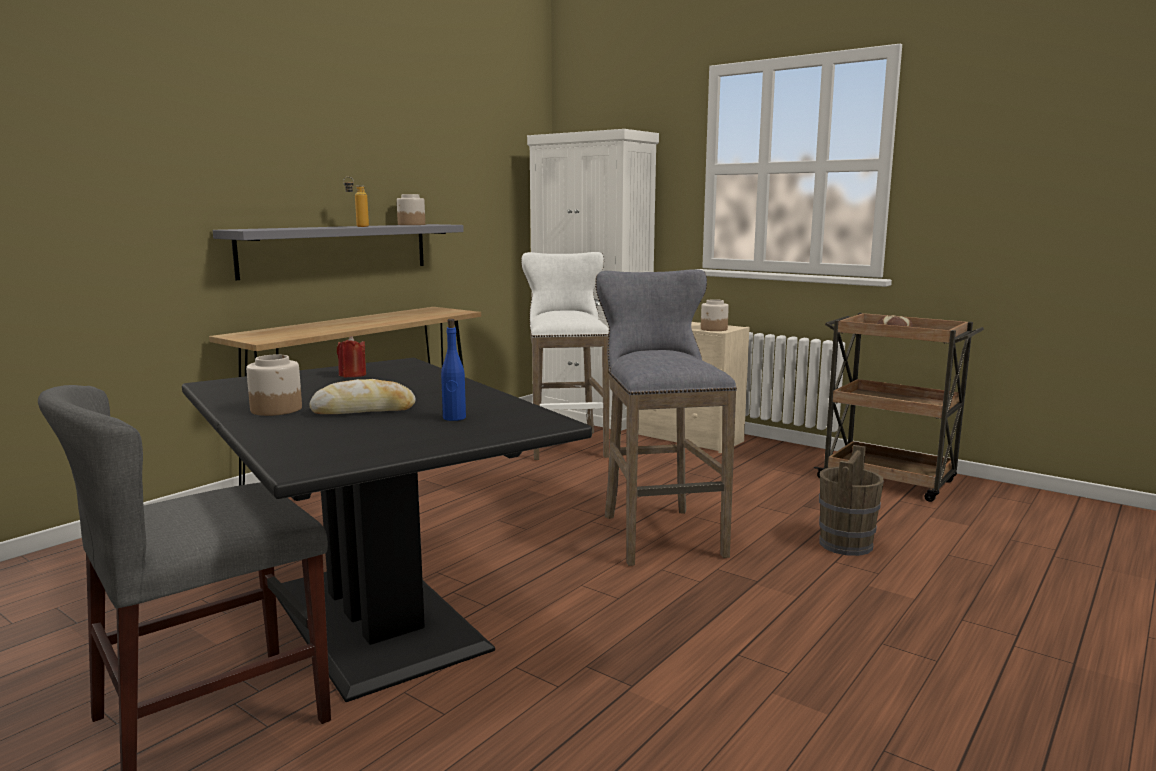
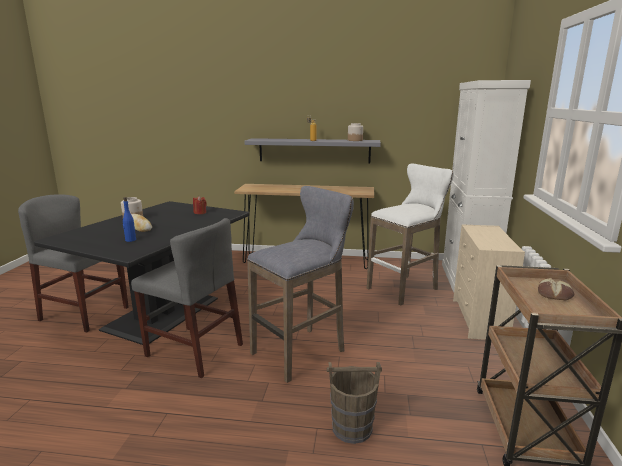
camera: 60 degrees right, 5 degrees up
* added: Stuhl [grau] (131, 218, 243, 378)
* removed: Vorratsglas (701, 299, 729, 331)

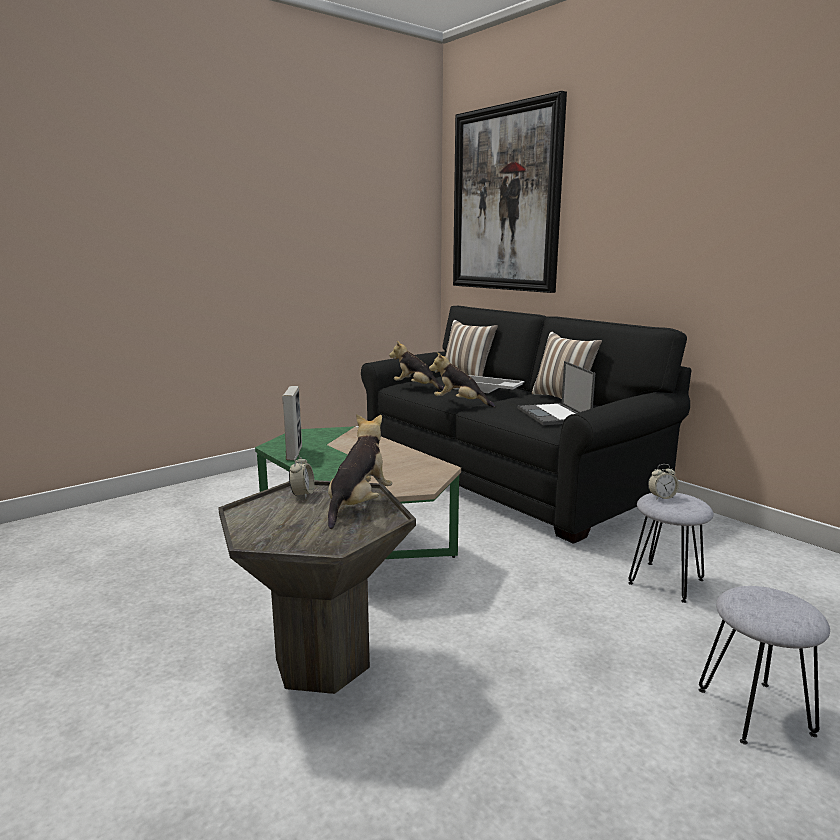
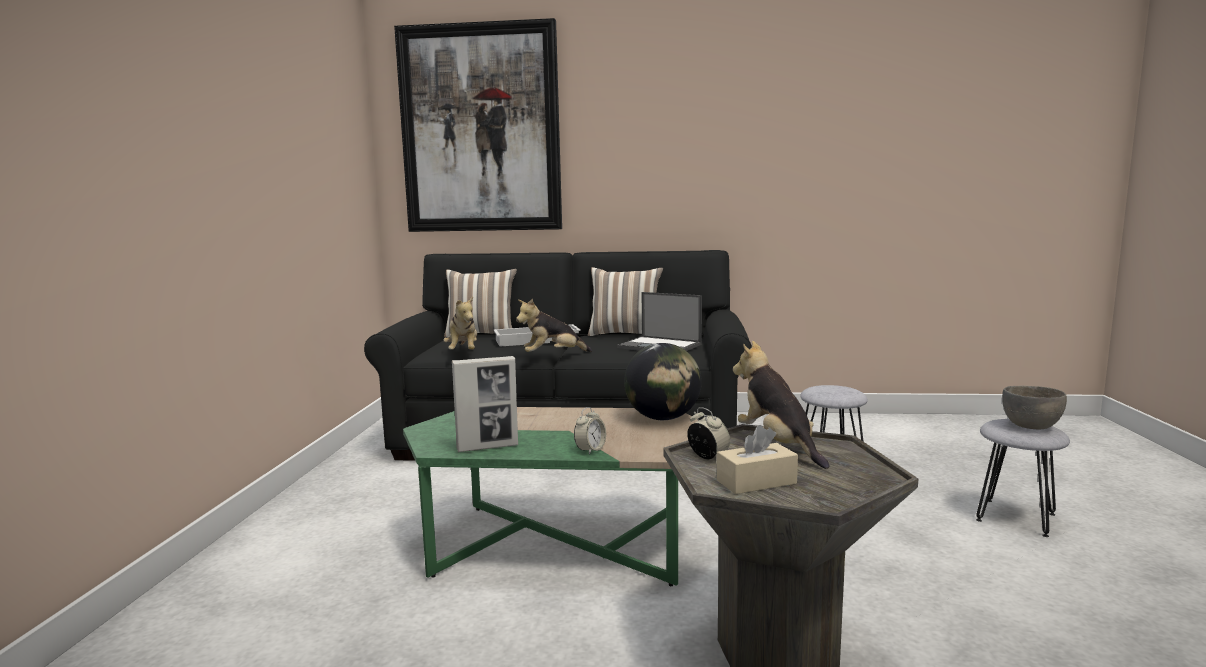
camera: 45 degrees left, 5 degrees down
* turned: Plüschtier (389, 341, 444, 390) = (443, 297, 477, 349) 90 degrees counterclockwise
* turned: Bilderrahmen (282, 386, 302, 460) = (452, 356, 518, 452) 120 degrees clockwise
* moved: Wecker (648, 464, 679, 500) to (574, 407, 606, 455)
* added: Globus (624, 343, 702, 420)
* added: Taschentuchbox [beige] (717, 425, 798, 494)
* added: Schüssel [grau] (1002, 386, 1067, 429)

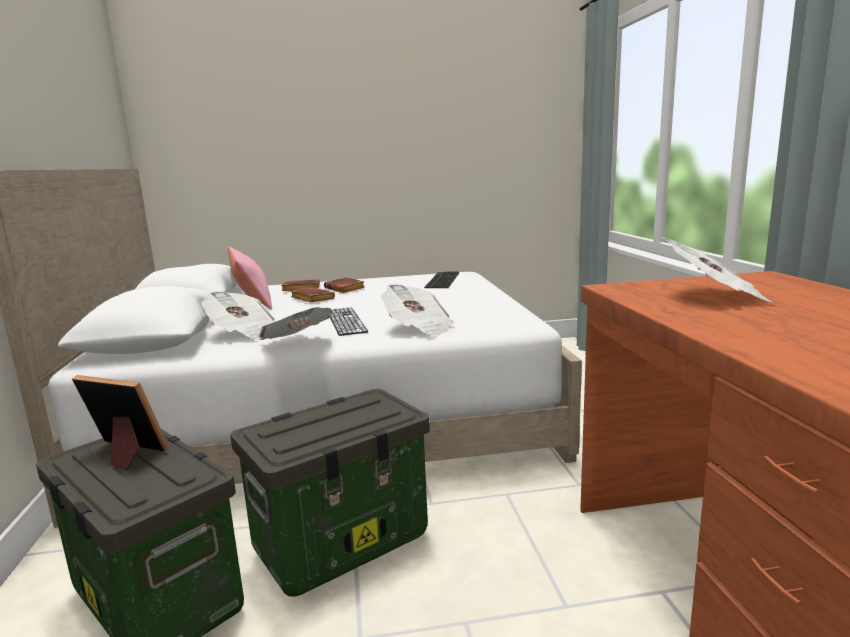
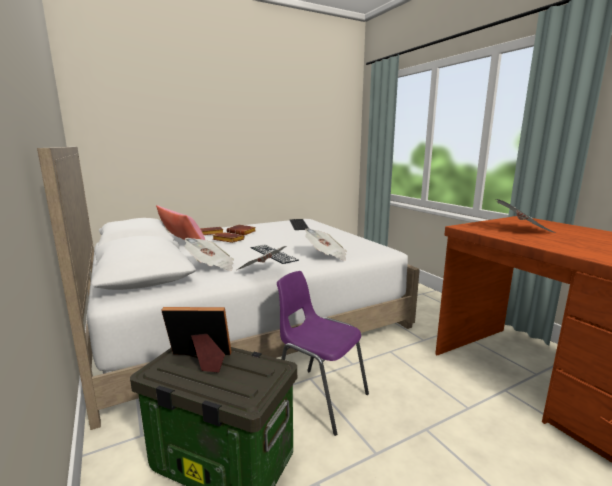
camera: 20 degrees left, 0 degrees up
* replaced: Aufbewahrungsbox (230, 389, 430, 597) to Stuhl [lila] (277, 271, 369, 436)

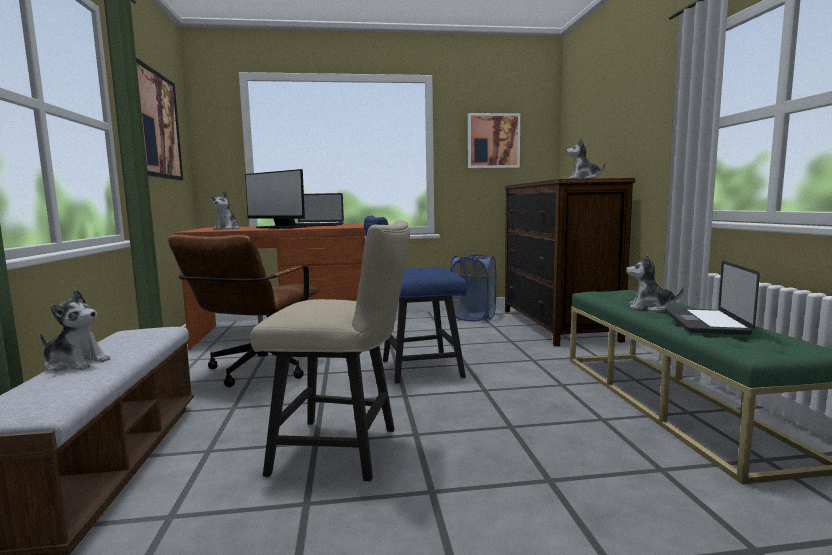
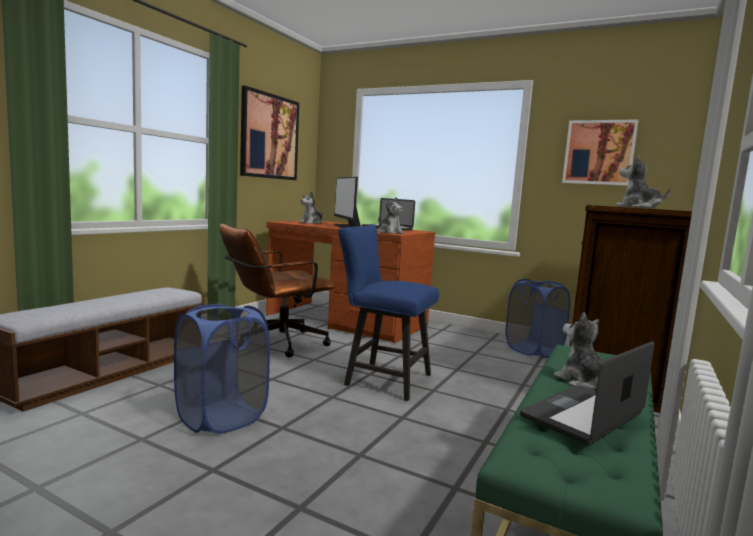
camera: 35 degrees right, 0 degrees up
* replaced: Stuhl [beige] (250, 220, 410, 481) to Wäschekorb [blau] (174, 304, 270, 434)
* moved: Plüschtier (40, 289, 111, 371) to (378, 197, 404, 234)

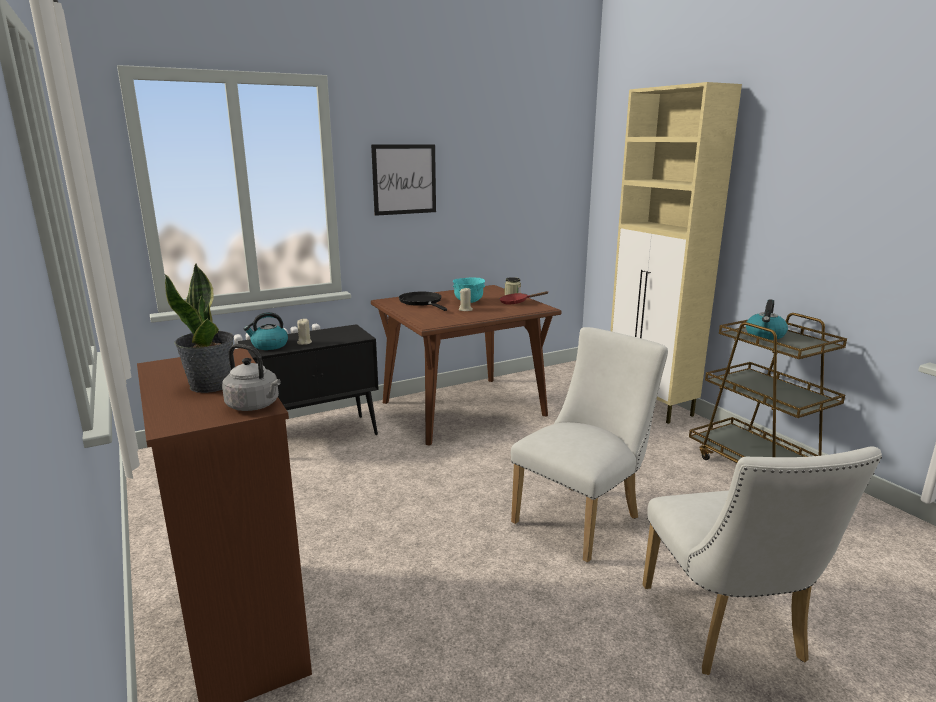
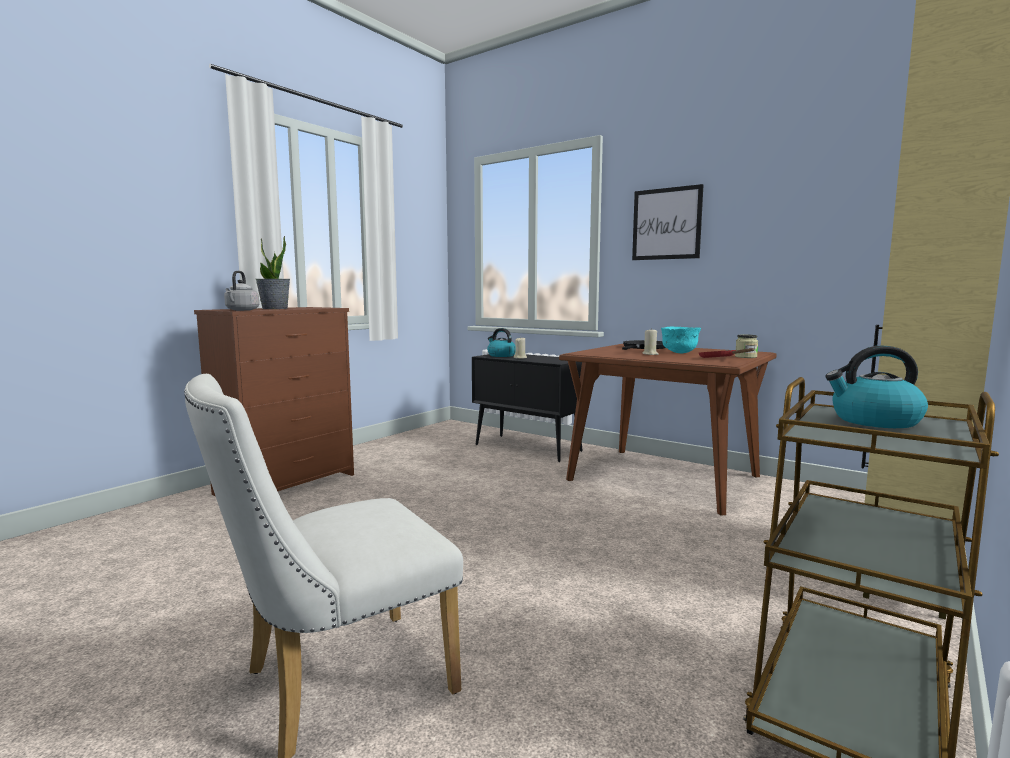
camera: 65 degrees right, 10 degrees down
* removed: Stuhl [weiß] (511, 327, 668, 563)

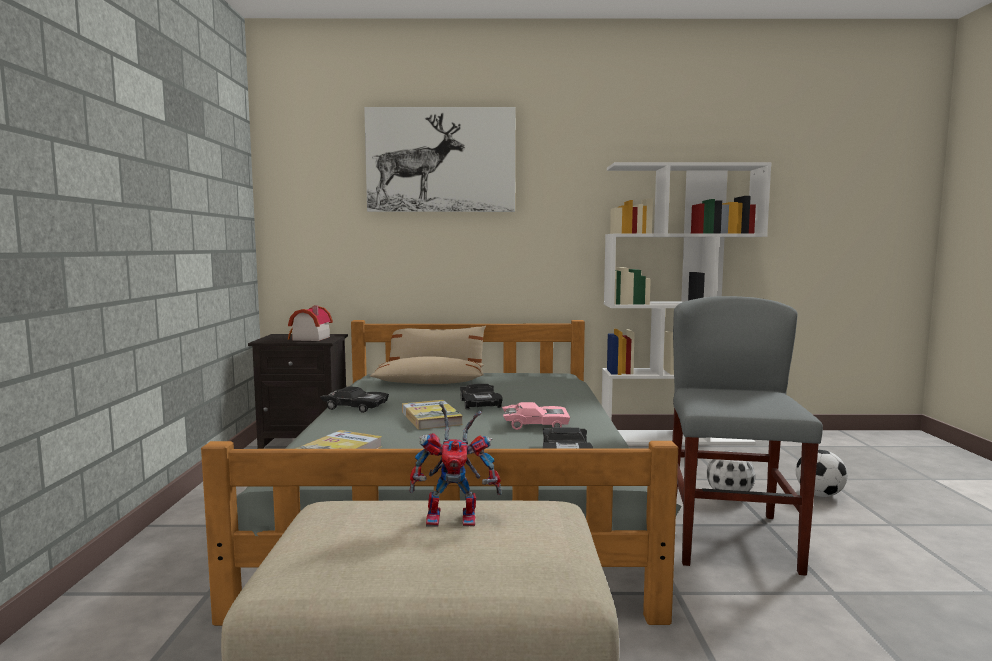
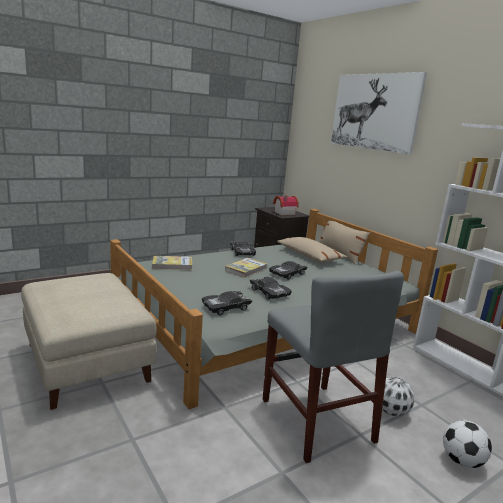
camera: 55 degrees right, 10 degrees up
* recoloured: Spielzeugauto [rosa] (502, 402, 570, 430) to Spielzeugauto [schwarz] (250, 277, 292, 300)
* turned: Stuhl [grau] (672, 296, 823, 576) = (263, 271, 404, 463) 90 degrees clockwise
* removed: Spielzeugroboter (410, 402, 502, 527)

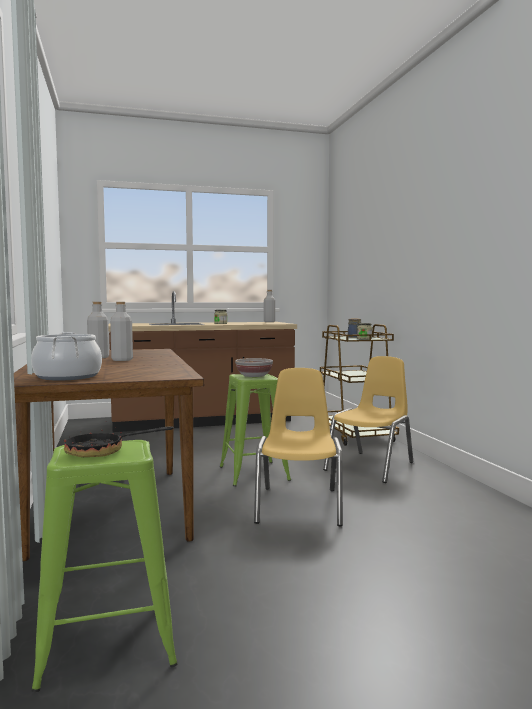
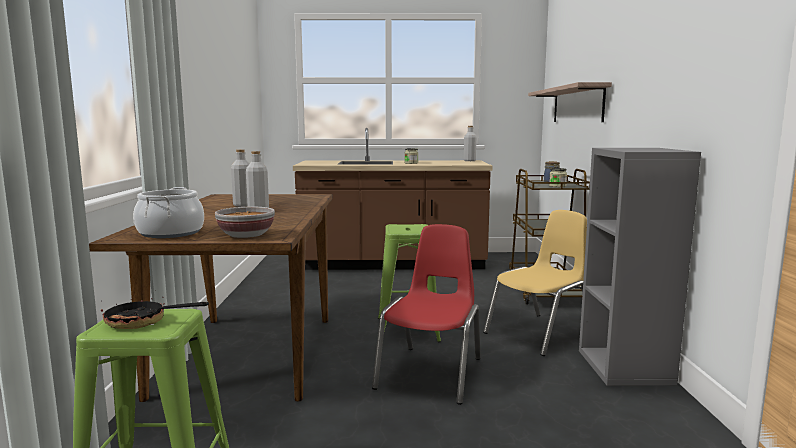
camera: 15 degrees right, 5 degrees up
* moved: Schüssel (235, 358, 273, 377) to (215, 207, 275, 238)
* recoloured: Stuhl [gelb] (254, 368, 343, 526) to Stuhl [rot] (372, 224, 481, 405)
* added: Wandregal (528, 82, 612, 122)
* added: Bücherregal [grau] (579, 148, 701, 386)

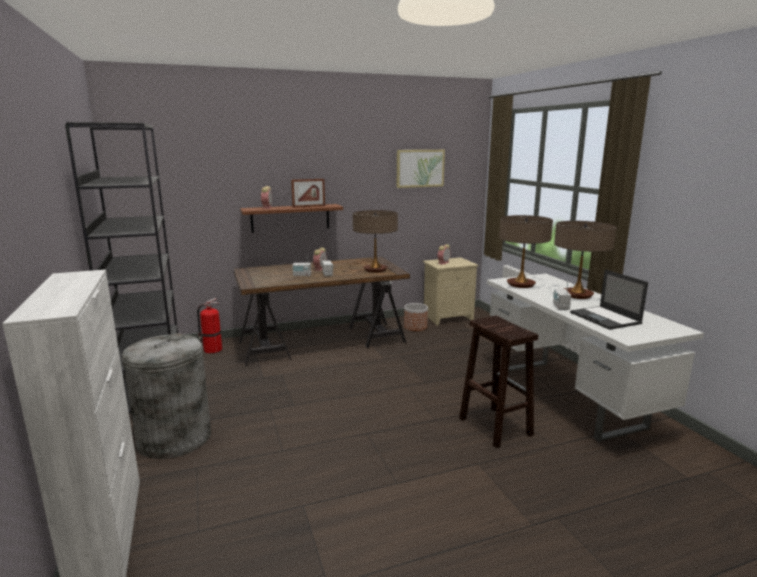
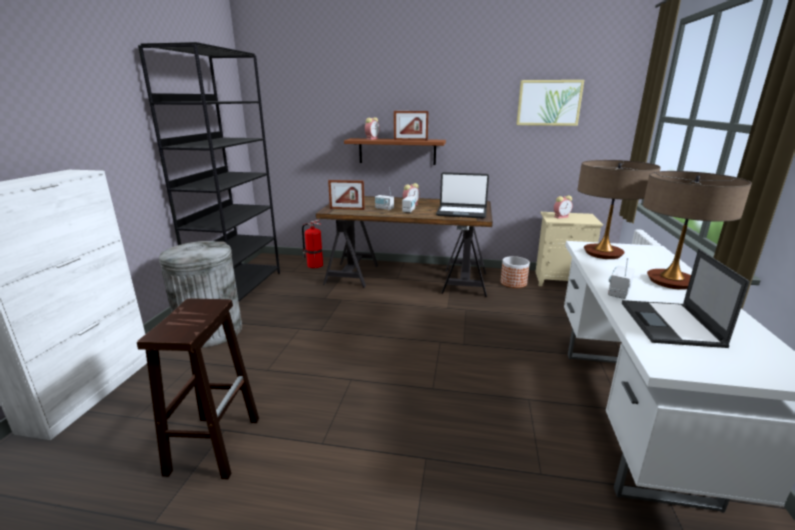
camera: 30 degrees right, 5 degrees up
* moved: Hocker [braun] (459, 315, 538, 448) to (137, 298, 259, 479)
* added: Bilderrahmen (328, 180, 365, 210)
* replaced: Tischlampe (353, 210, 398, 273) to Laptop (436, 172, 489, 218)

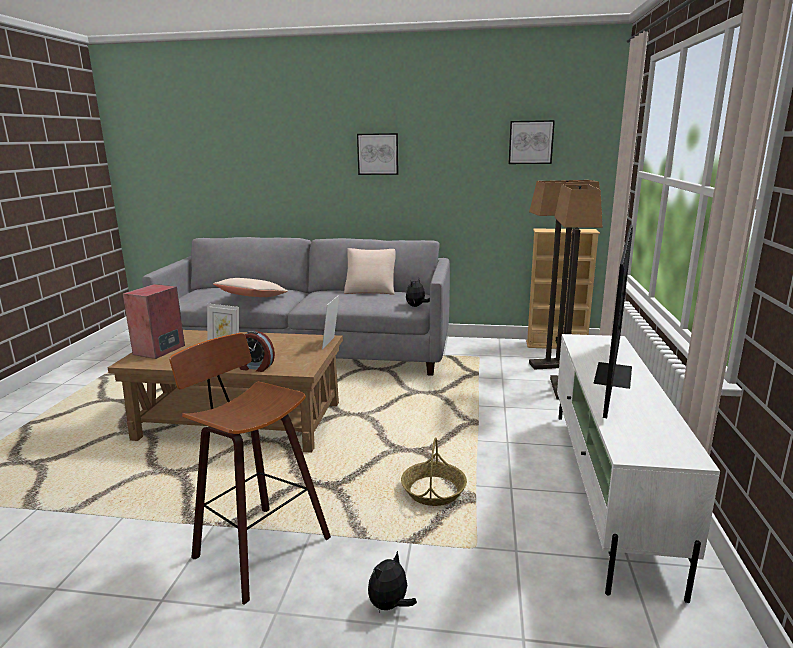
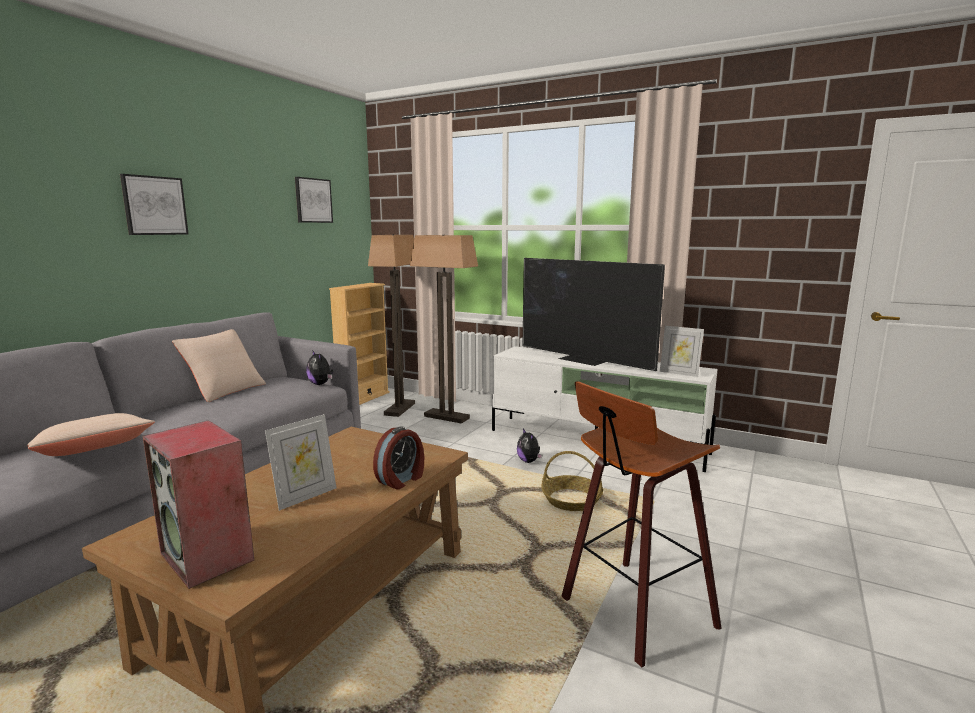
camera: 70 degrees left, 5 degrees down
* moved: Plüschtier (368, 551, 417, 613) to (517, 429, 542, 463)
* moved: Bilderrahmen (322, 295, 339, 350) to (660, 326, 704, 377)

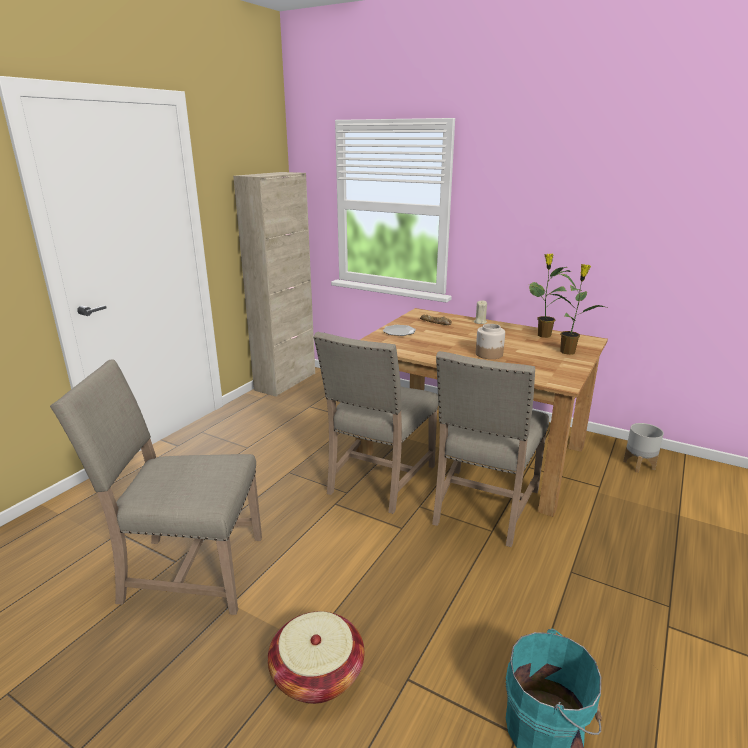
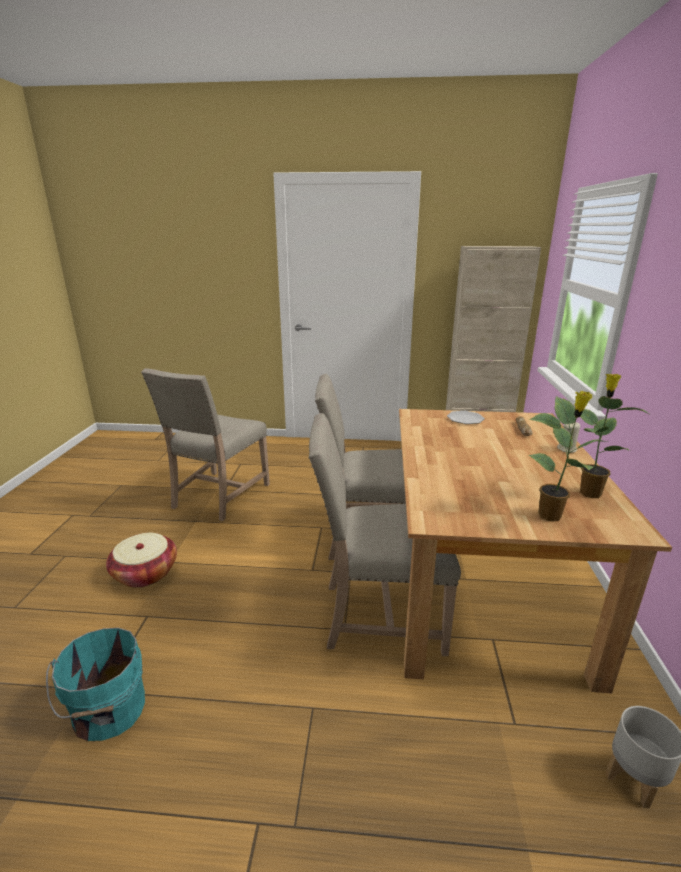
camera: 65 degrees right, 0 degrees up
* turned: Stuhl [beige] (50, 359, 262, 615) = (141, 368, 270, 521) 135 degrees counterclockwise
* removed: Vorratsglas (476, 324, 505, 359)

